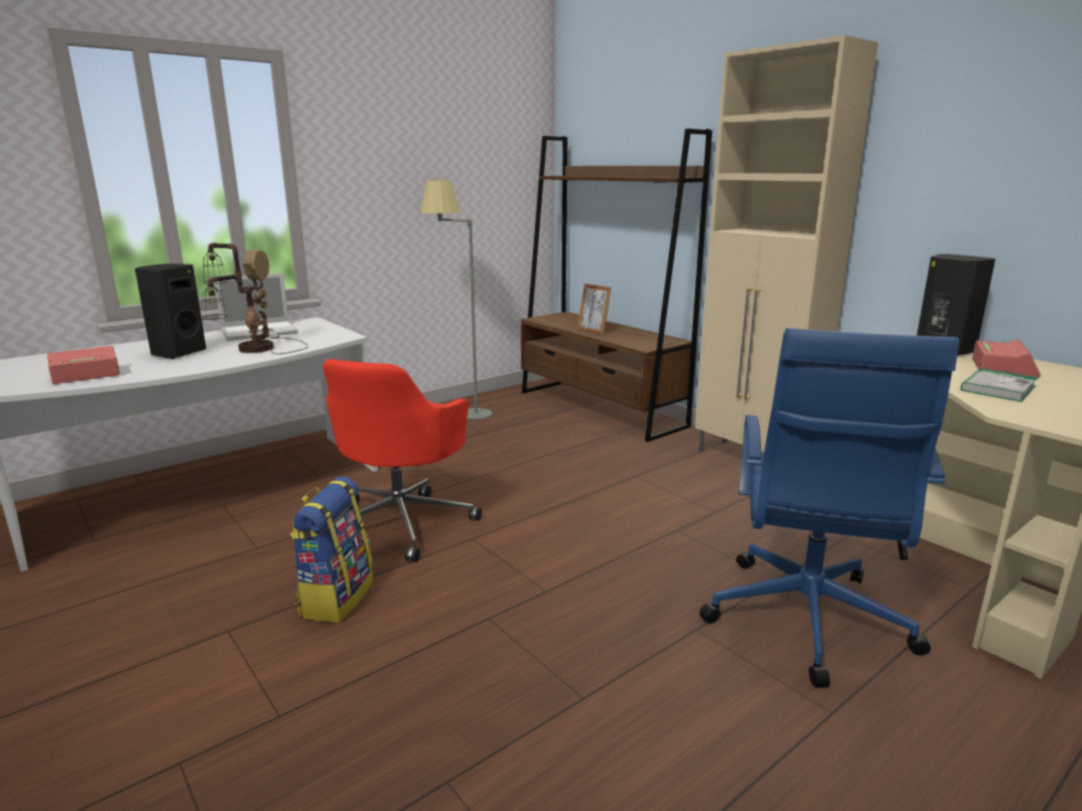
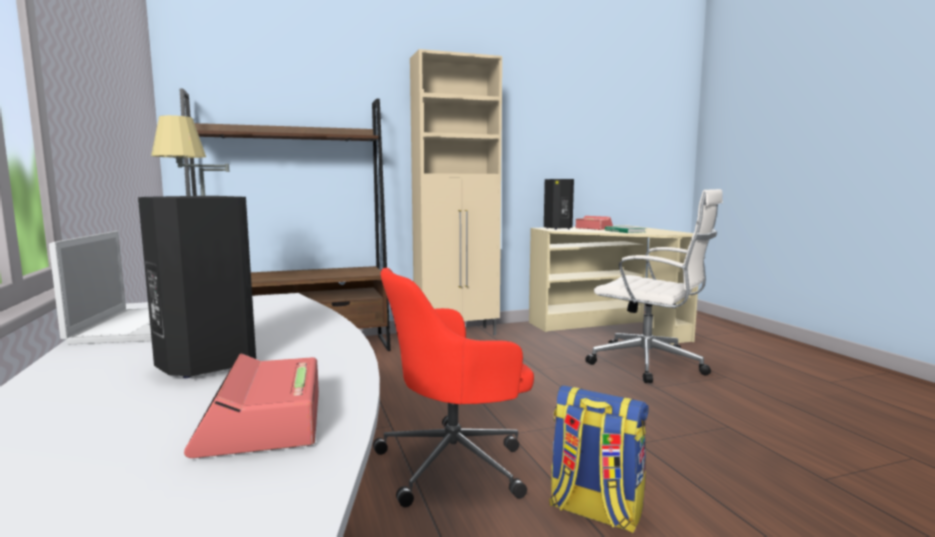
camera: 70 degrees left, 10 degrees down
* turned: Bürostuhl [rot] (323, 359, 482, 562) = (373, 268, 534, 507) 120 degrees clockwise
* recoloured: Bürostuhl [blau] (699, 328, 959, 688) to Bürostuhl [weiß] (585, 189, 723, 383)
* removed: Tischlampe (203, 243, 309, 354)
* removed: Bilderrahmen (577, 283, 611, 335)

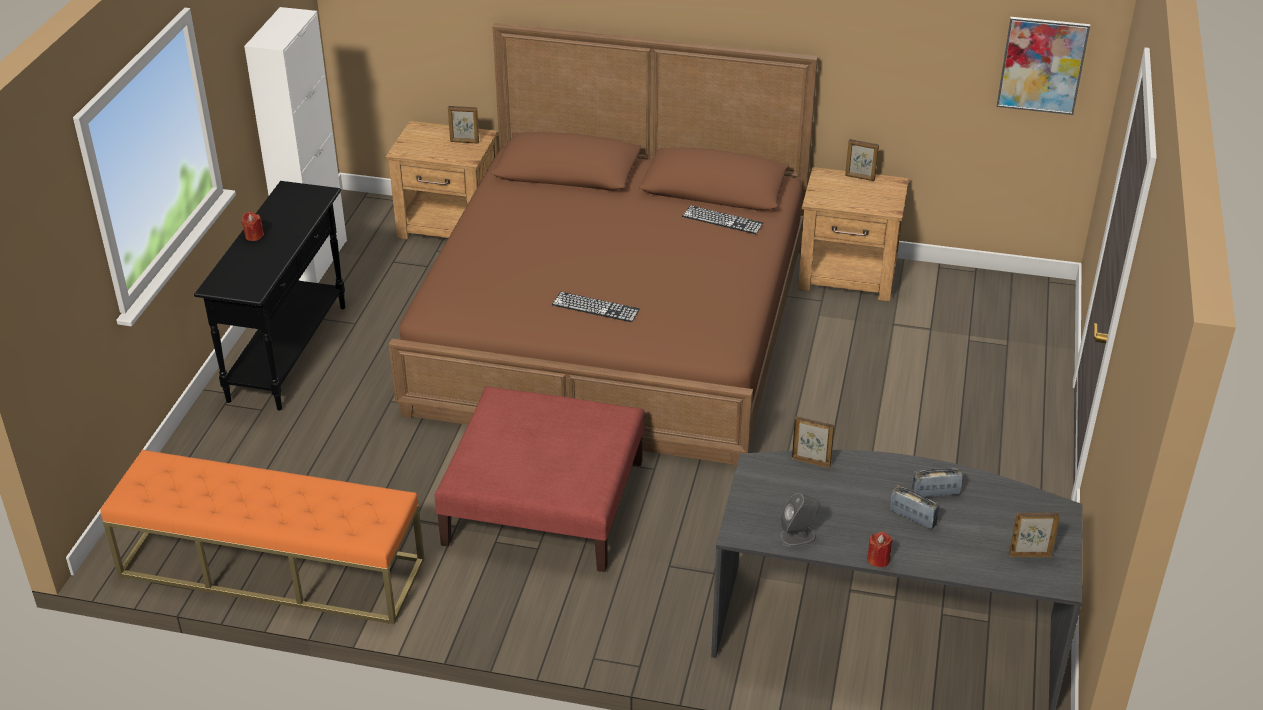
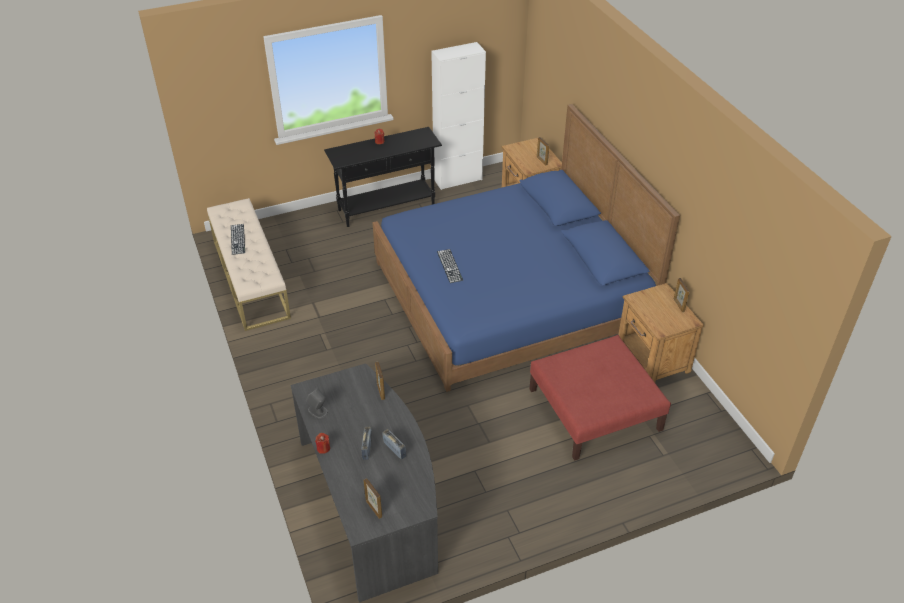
camera: 55 degrees right, 5 degrees up
* recoloured: Bank [orange] (100, 450, 424, 624) to Bank [beige] (207, 198, 291, 331)
* moved: Tastatur (682, 205, 763, 234) to (231, 224, 245, 255)
* recoloured: Bett [braun] (389, 23, 818, 466) to Bett [blau] (372, 104, 680, 392)
* moved: Polsterhocker [rot] (435, 386, 644, 572) to (530, 335, 671, 461)
* removed: Bild (997, 17, 1090, 115)

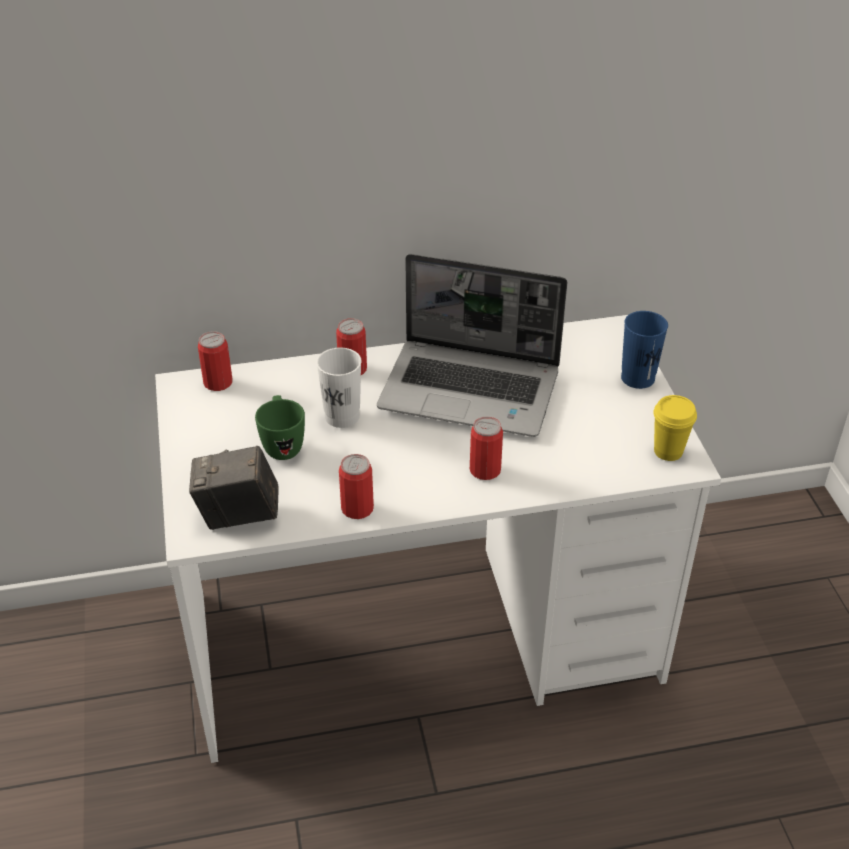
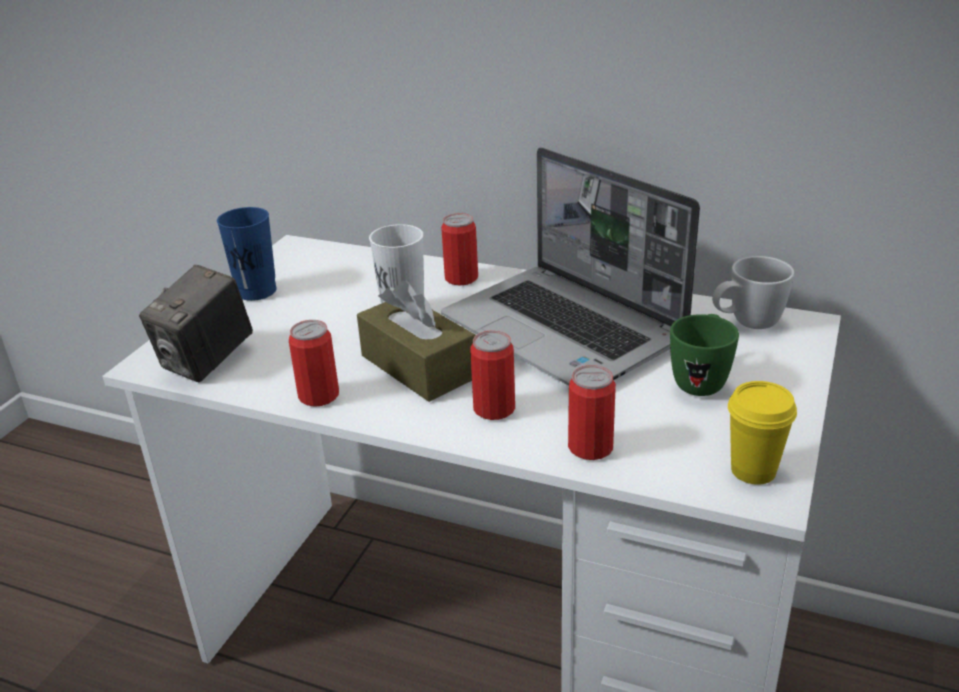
camera: 35 degrees right, 10 degrees down
* turned: Kamera (189, 446, 279, 530) = (139, 265, 253, 382) 90 degrees counterclockwise
* moved: Tasse [blau] (621, 311, 668, 389) to (217, 207, 277, 301)
* added: Taschentuchbox [braun] (357, 281, 476, 402)
* moved: Dose (198, 331, 233, 391) to (568, 365, 616, 460)
* moved: Henkelbecher [grün] (255, 395, 305, 460) to (670, 314, 739, 396)
* added: Henkelbecher [weiß] (712, 256, 794, 329)

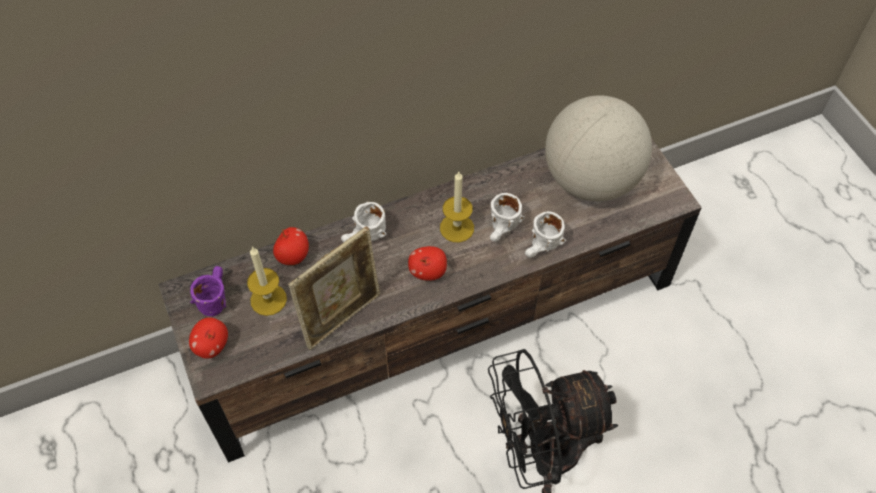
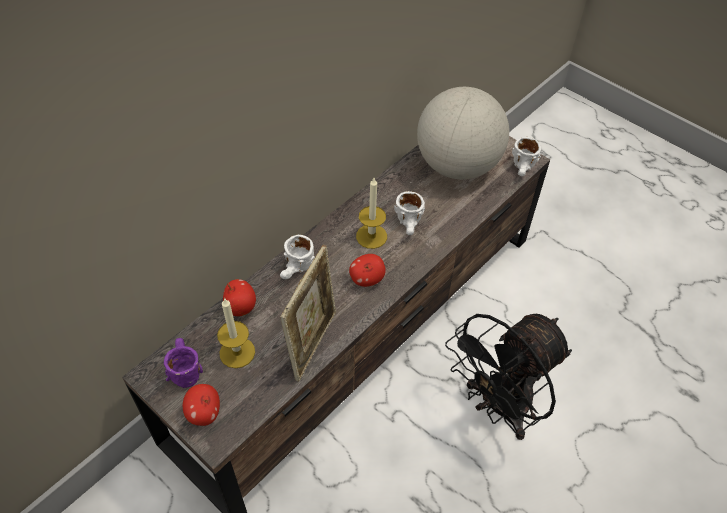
camera: 25 degrees left, 5 degrees down
* moved: Henkelbecher [weiß] (525, 211, 566, 258) to (512, 137, 541, 176)

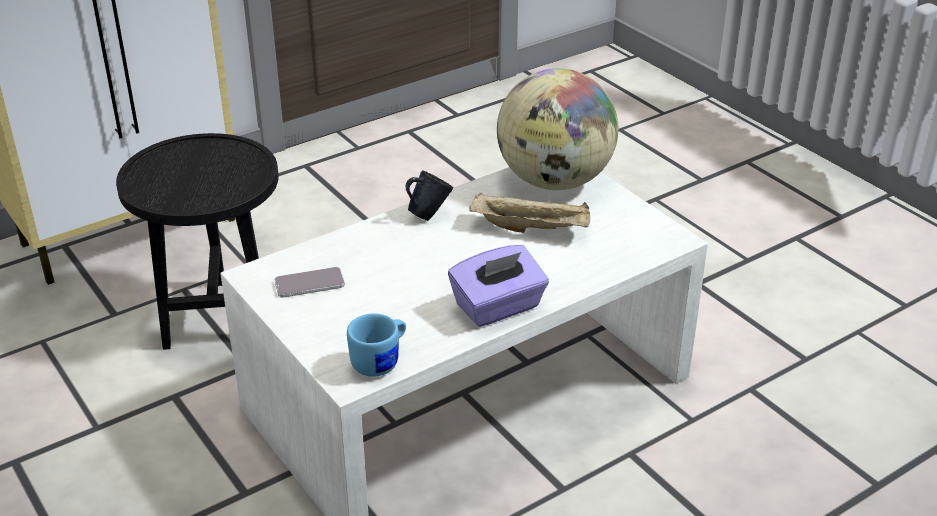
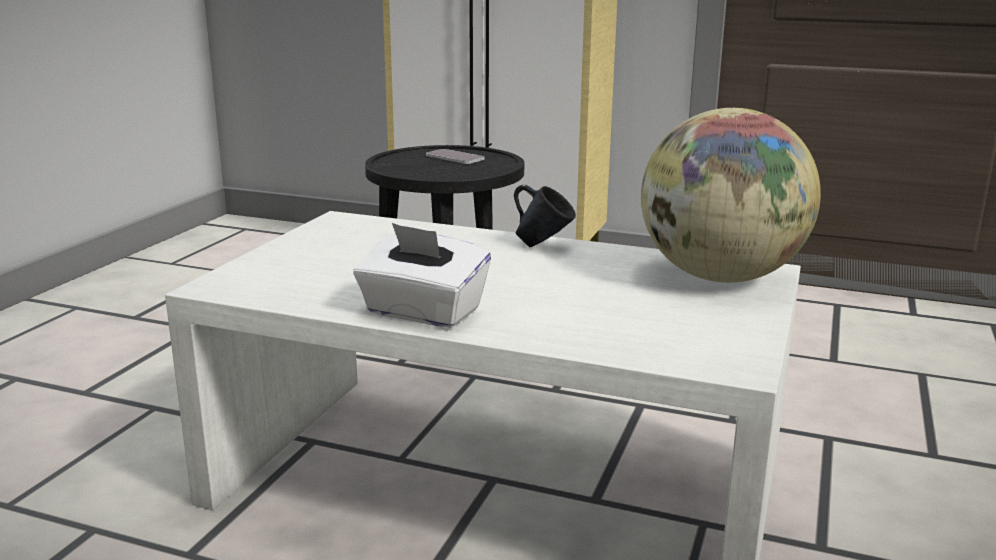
camera: 55 degrees right, 15 degrees down
* recoloured: Taschentuchbox [lila] (448, 245, 549, 327) to Taschentuchbox [weiß] (353, 223, 491, 328)
* moved: Handy (275, 267, 345, 297) to (426, 149, 484, 164)
* removed: Henkelbecher [blau] (347, 313, 406, 377)
* removed: Tablett [beige] (469, 192, 590, 233)

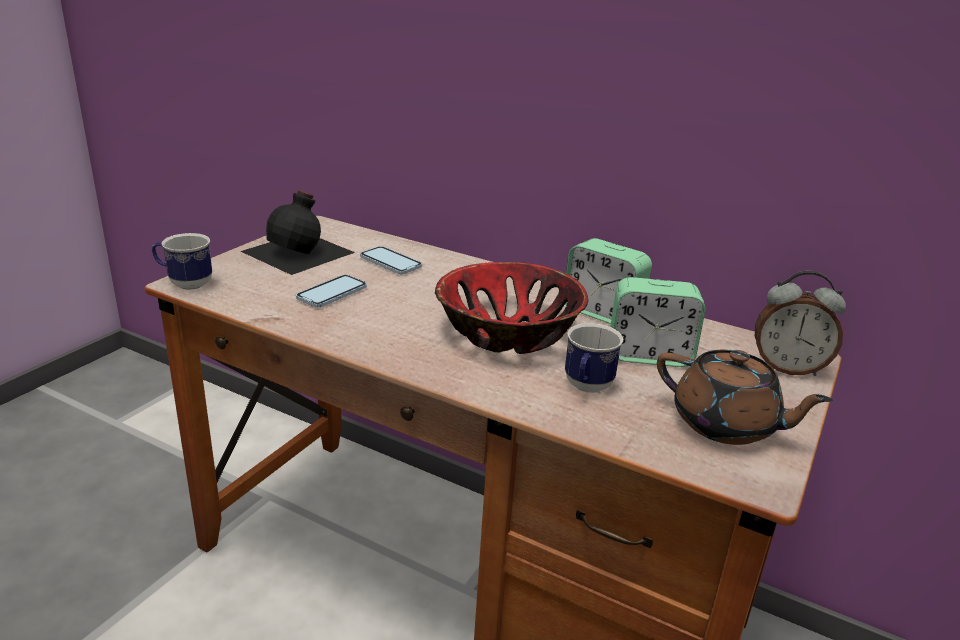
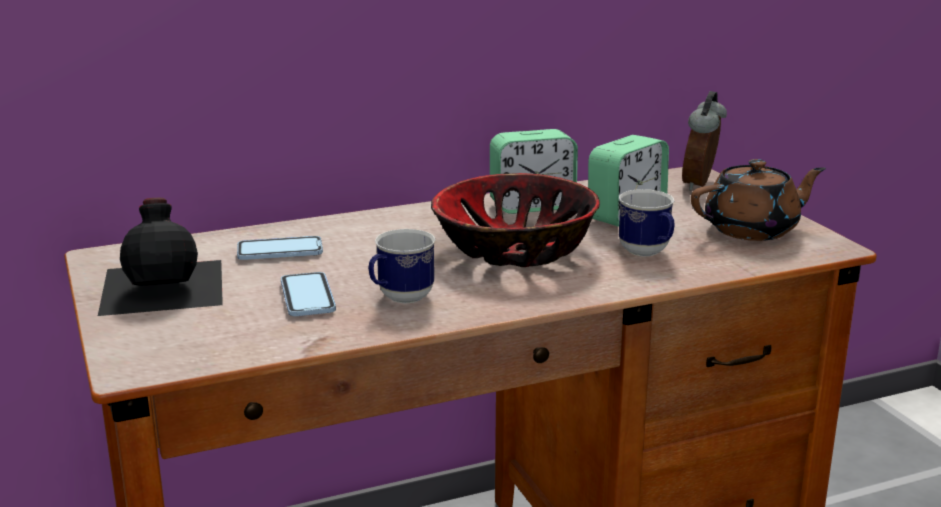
camera: 50 degrees left, 5 degrees down
* moved: Henkelbecher (152, 233, 212, 290) to (368, 229, 436, 303)
* turned: Wecker (755, 271, 846, 376) = (682, 91, 727, 191) 150 degrees clockwise

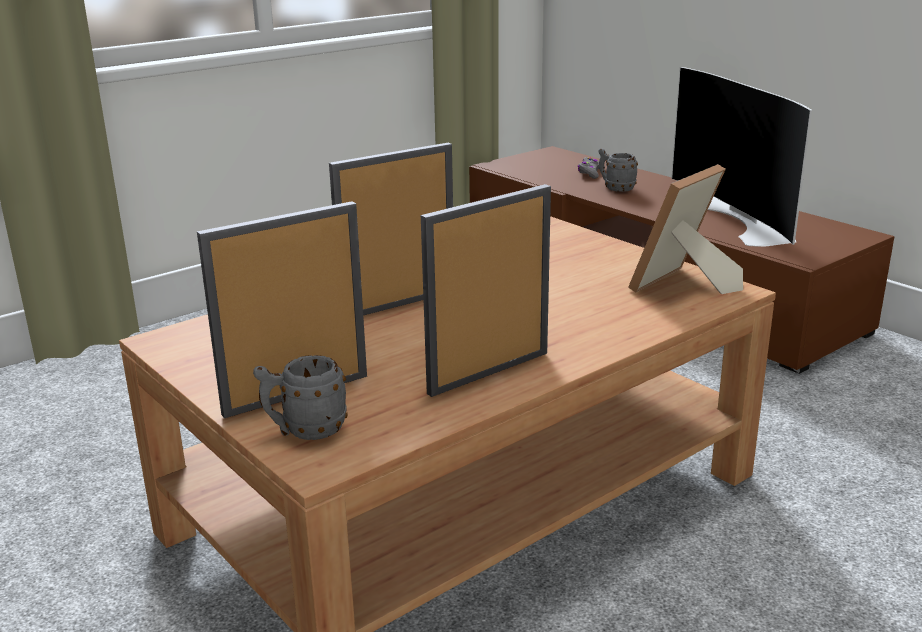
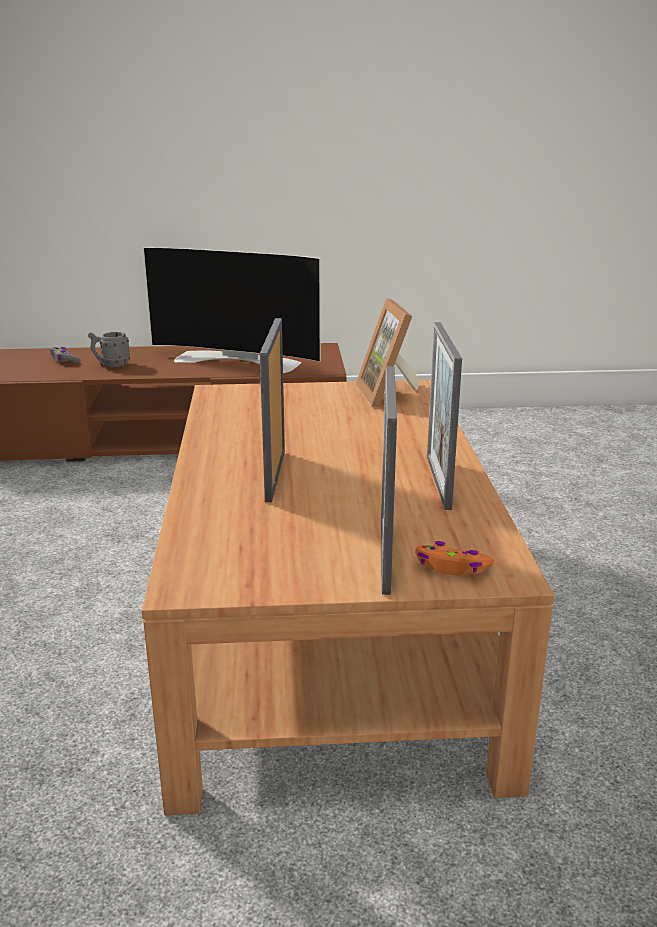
camera: 55 degrees left, 0 degrees up
* replaced: Henkelbecher [grau] (253, 355, 348, 440) to Gamepad [orange] (415, 541, 494, 576)

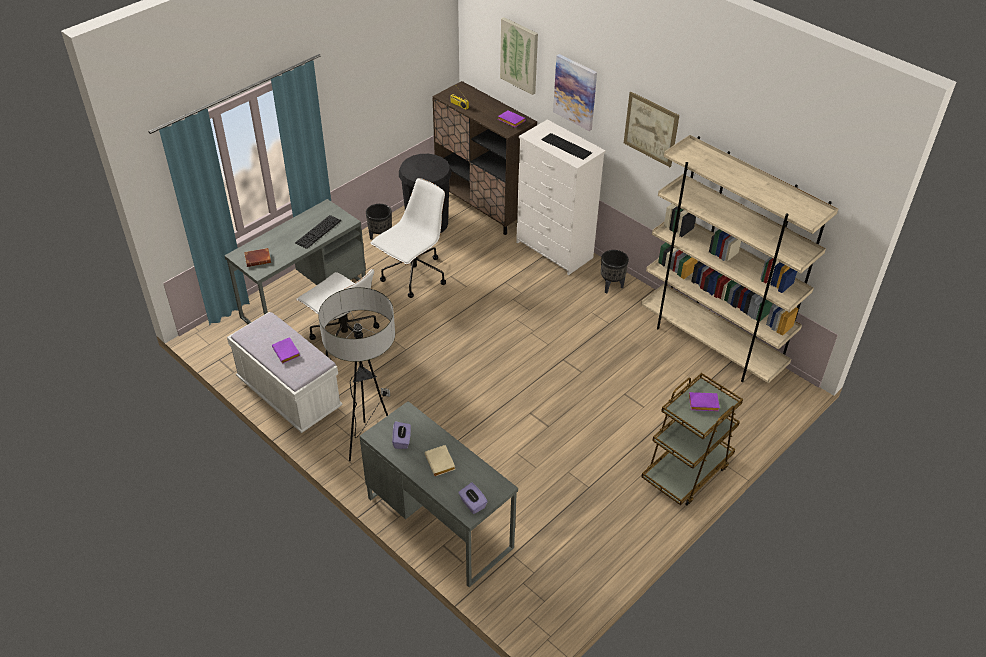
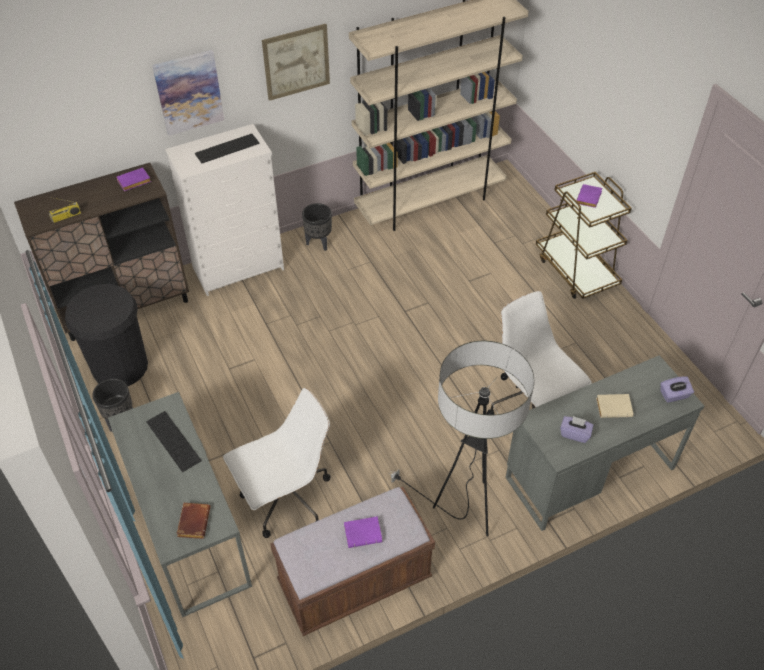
camera: 70 degrees left, 5 degrees up
* recoloured: Bank [weiß] (227, 312, 343, 433) to Bank [braun] (270, 487, 435, 636)
* moved: Bürostuhl [weiß] (371, 178, 446, 298) to (487, 291, 592, 415)
* removed: Bild (500, 17, 538, 95)

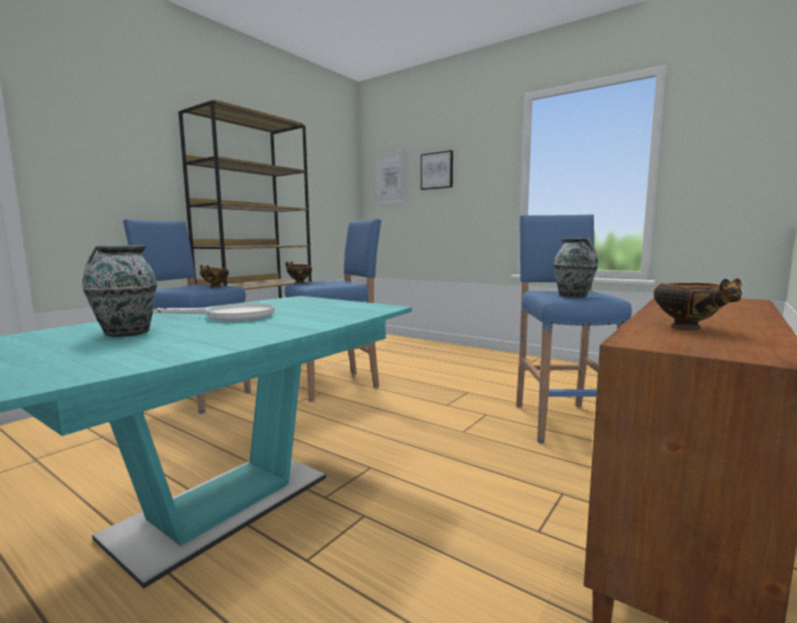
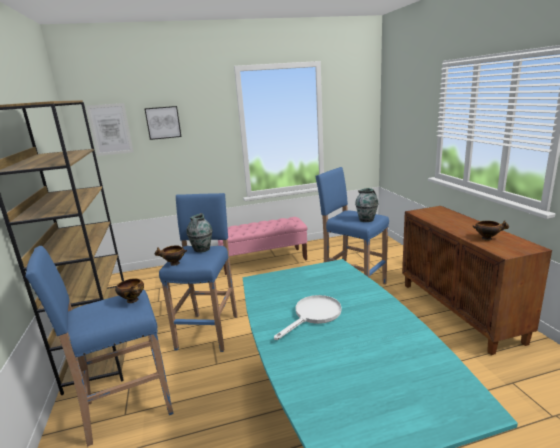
camera: 50 degrees left, 10 degrees up
* moved: Vase (82, 245, 157, 337) to (186, 213, 213, 253)
* added: Bank [rosa] (218, 217, 308, 275)

